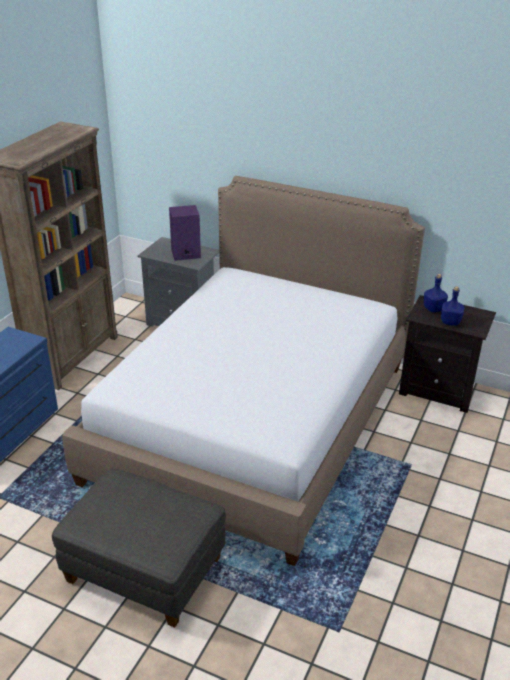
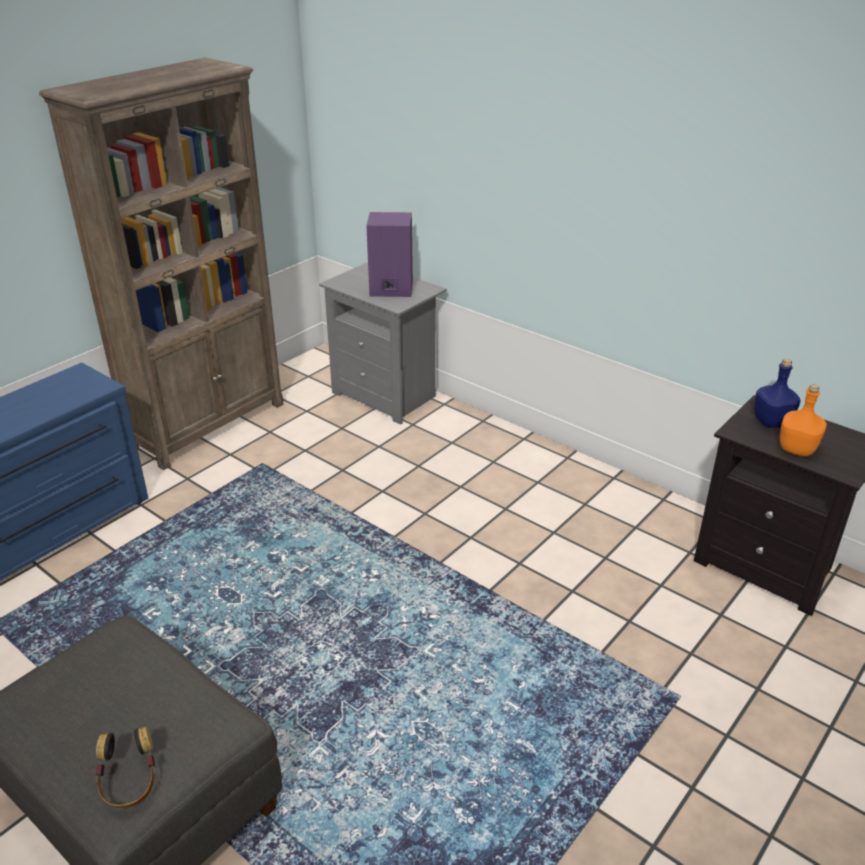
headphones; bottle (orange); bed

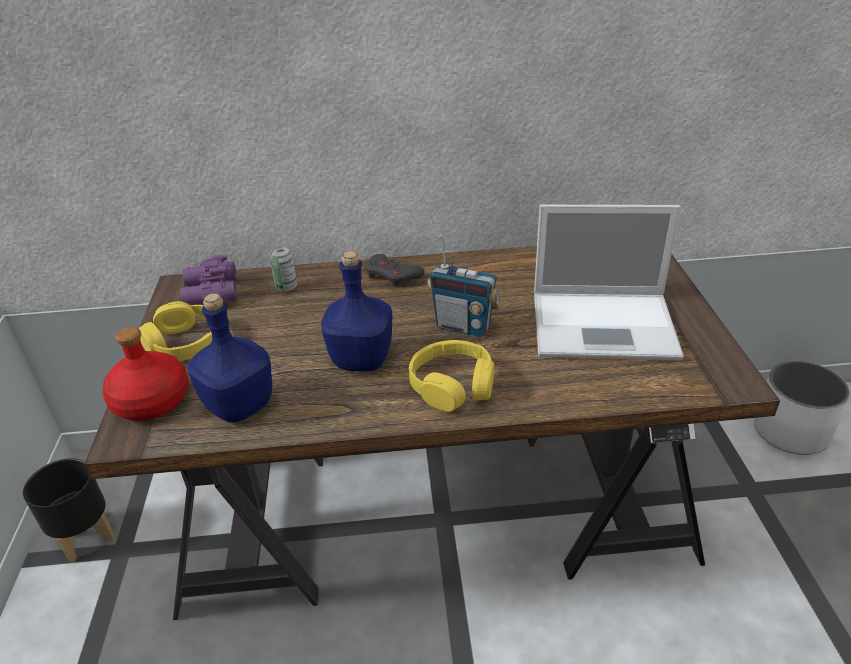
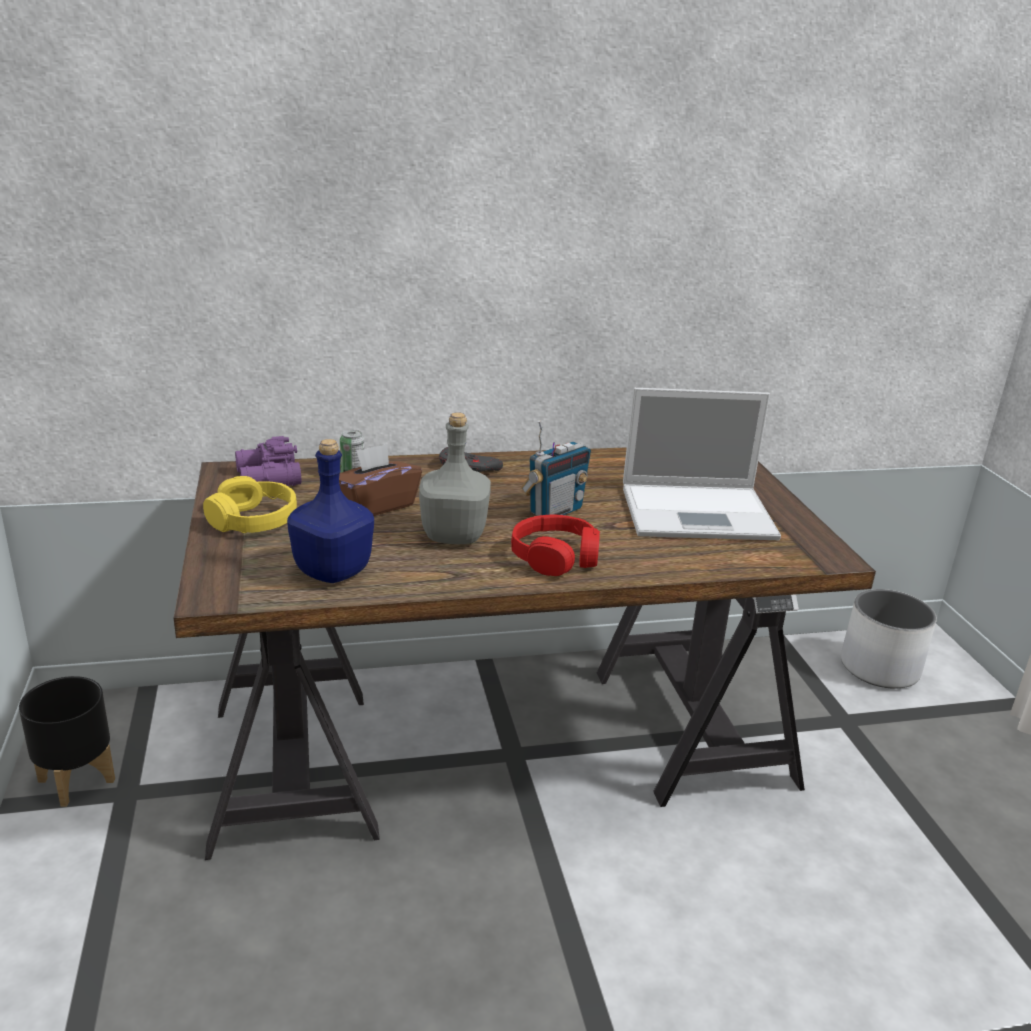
tissue box (brown); bottle (grey); headphones (red); radio; bottle (red)

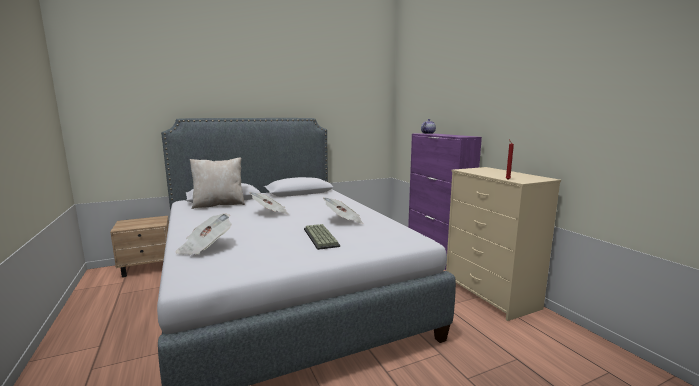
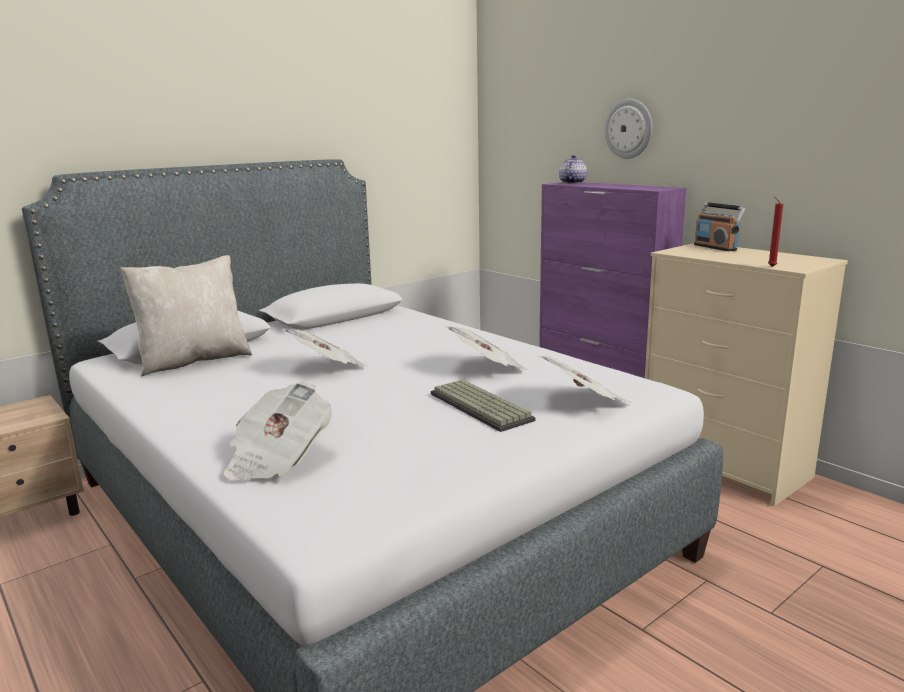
newspaper (4th from left); wall clock; radio

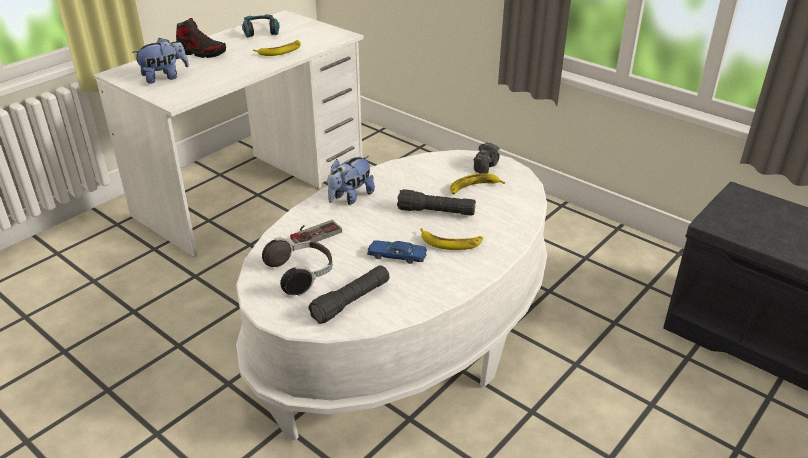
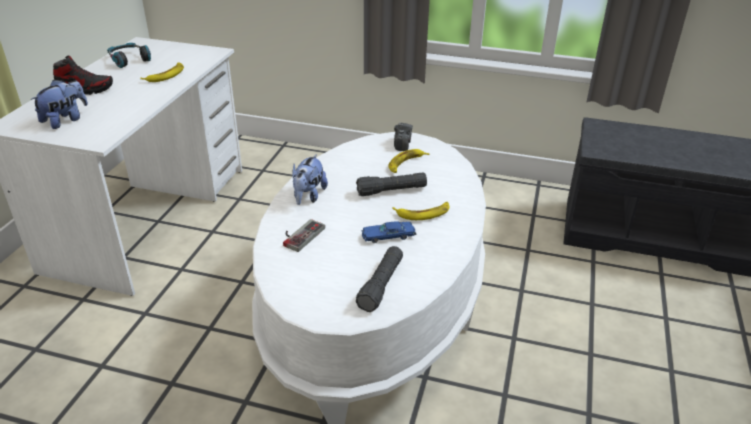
headphones (2nd from left in the first image)

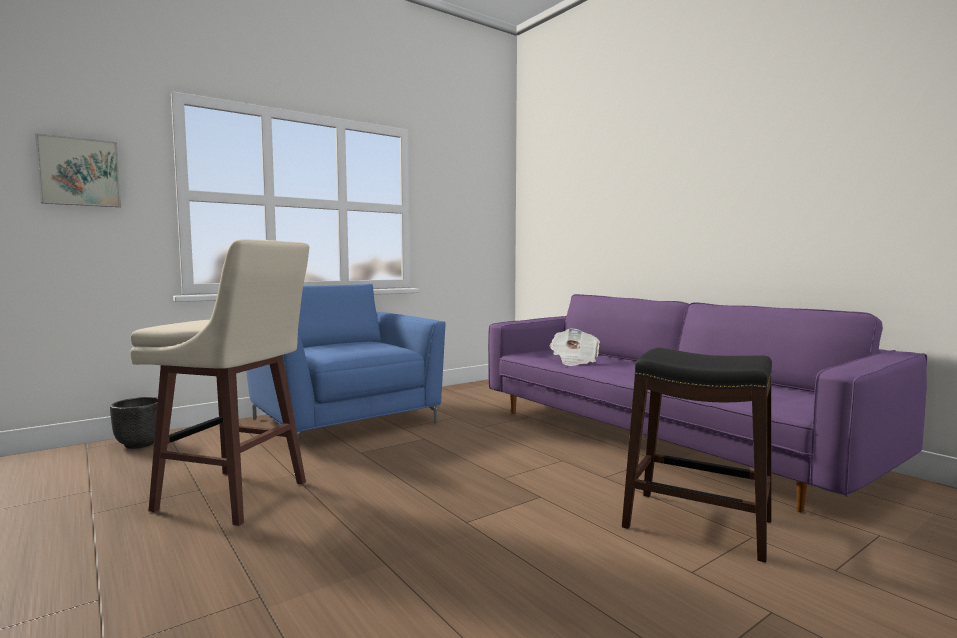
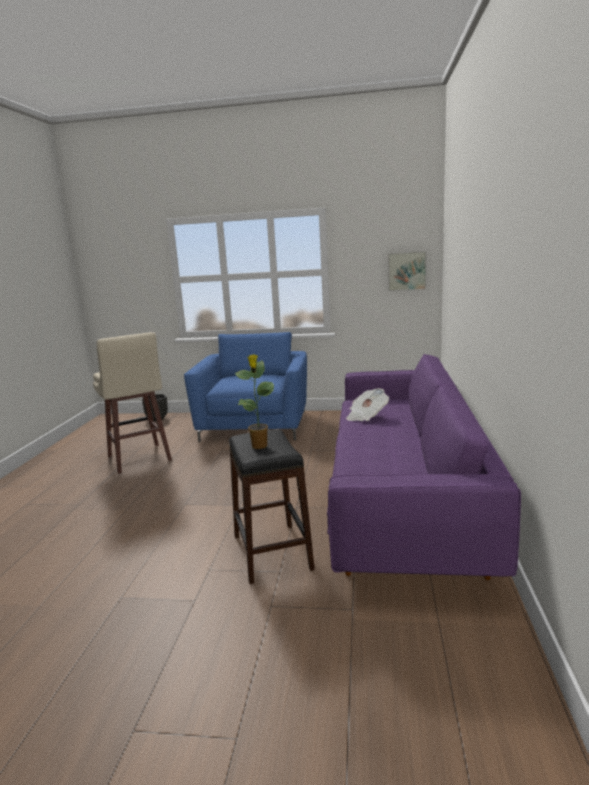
potted plant; picture

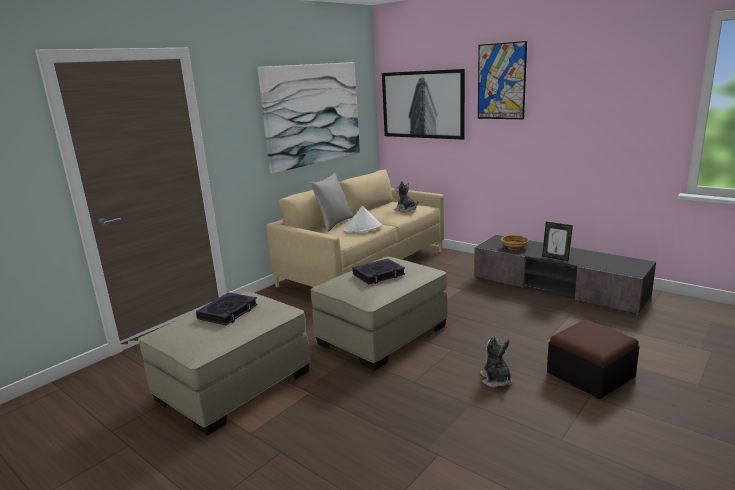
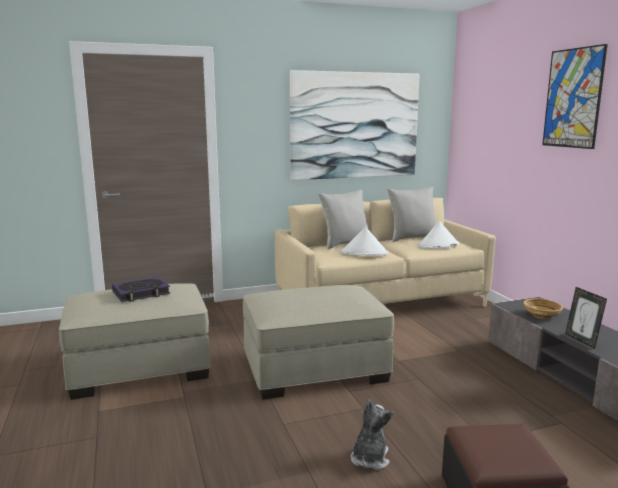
pillow (grey) (2nd from left); hat (white) (2nd from left); book (2nd from left in the first image); picture (2nd from left in the first image)

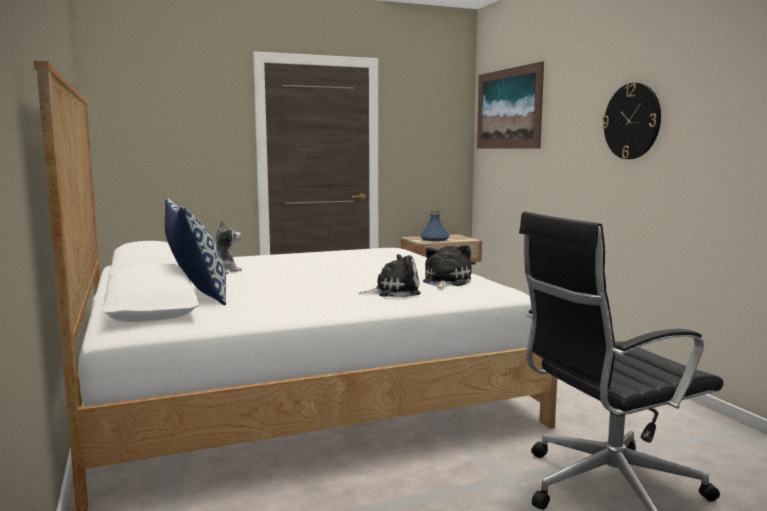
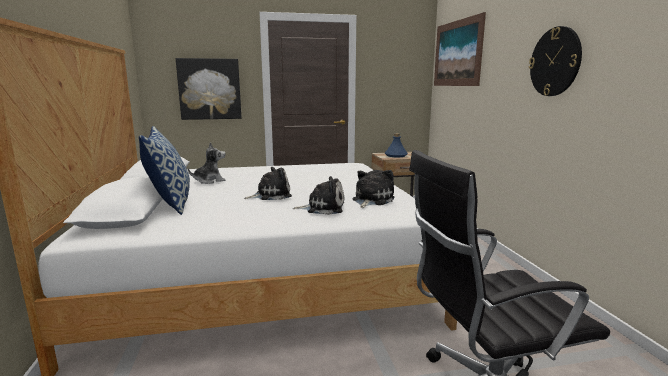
picture (1st from left); plush toy (2nd from left)

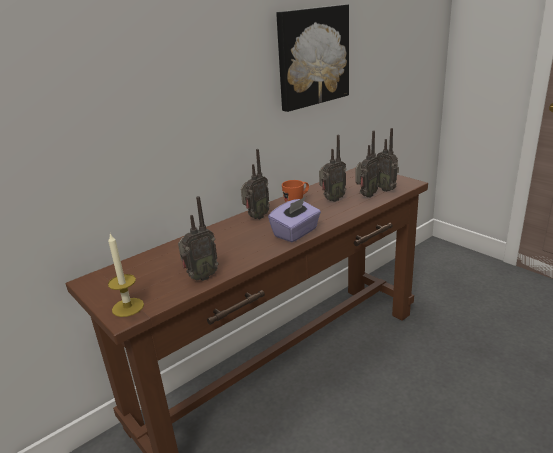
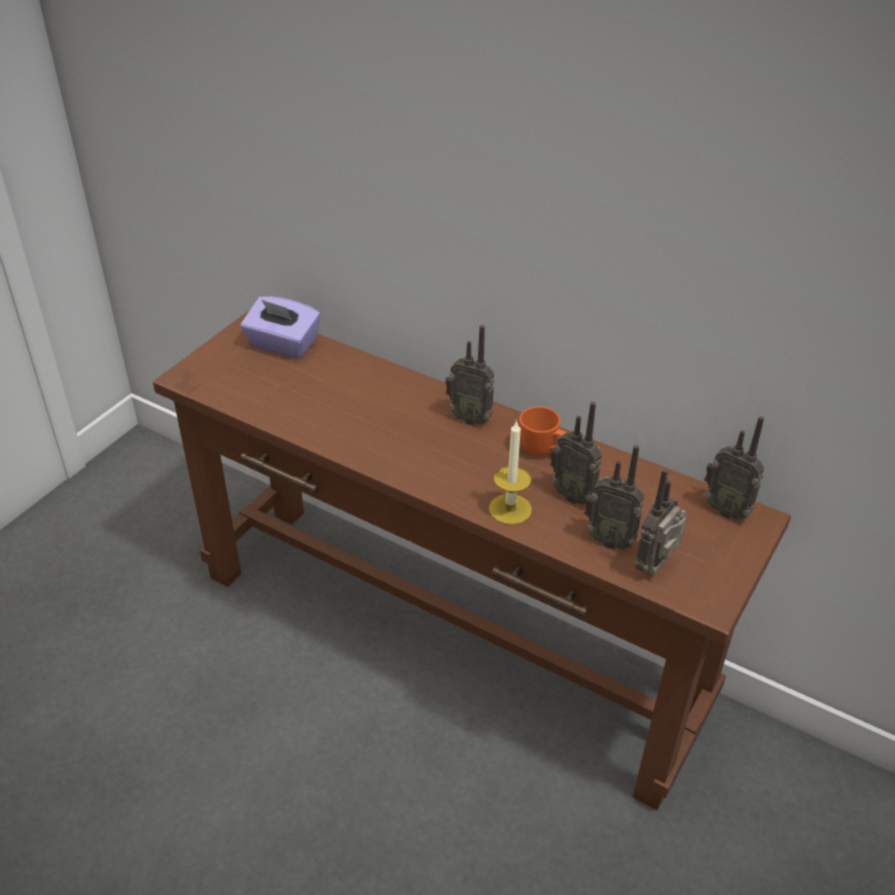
tissue box (purple); candle; radio (5th from left); picture

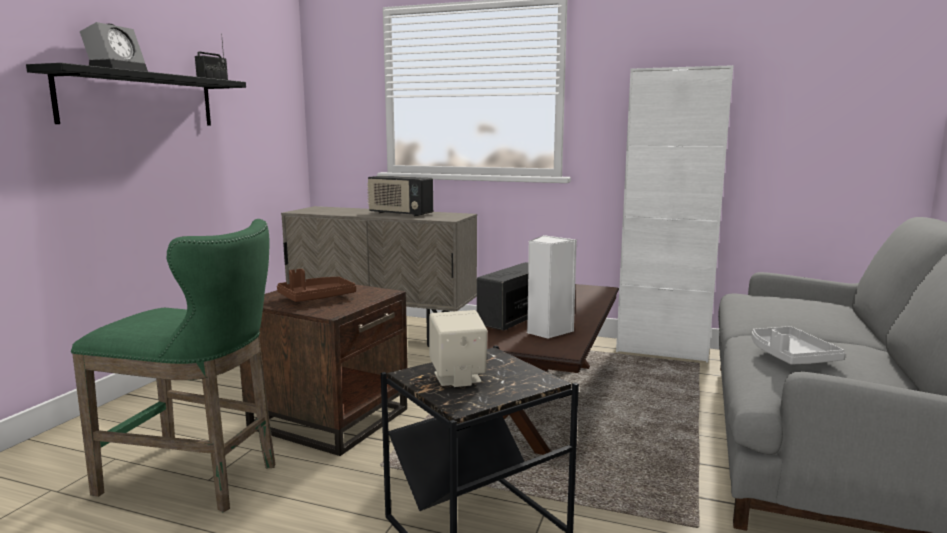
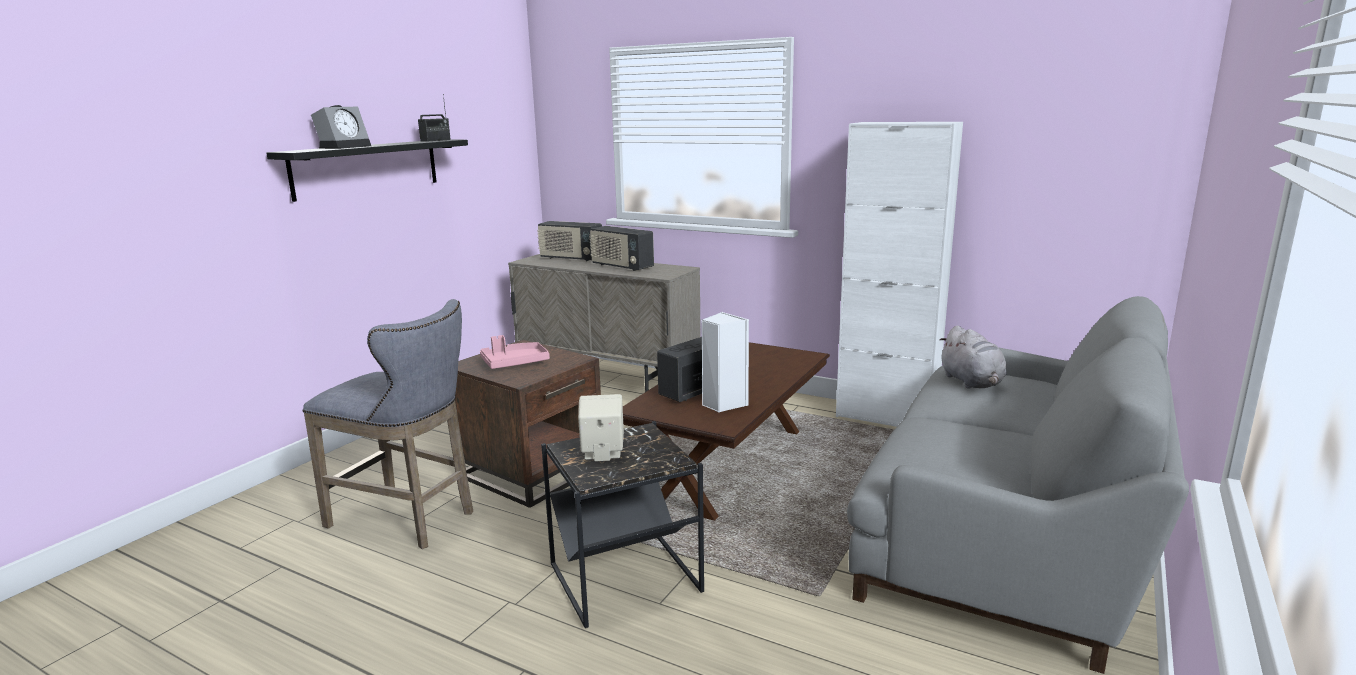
stool (grey); tray (pink); radio (2nd from left); plush toy (grey); tray (grey)

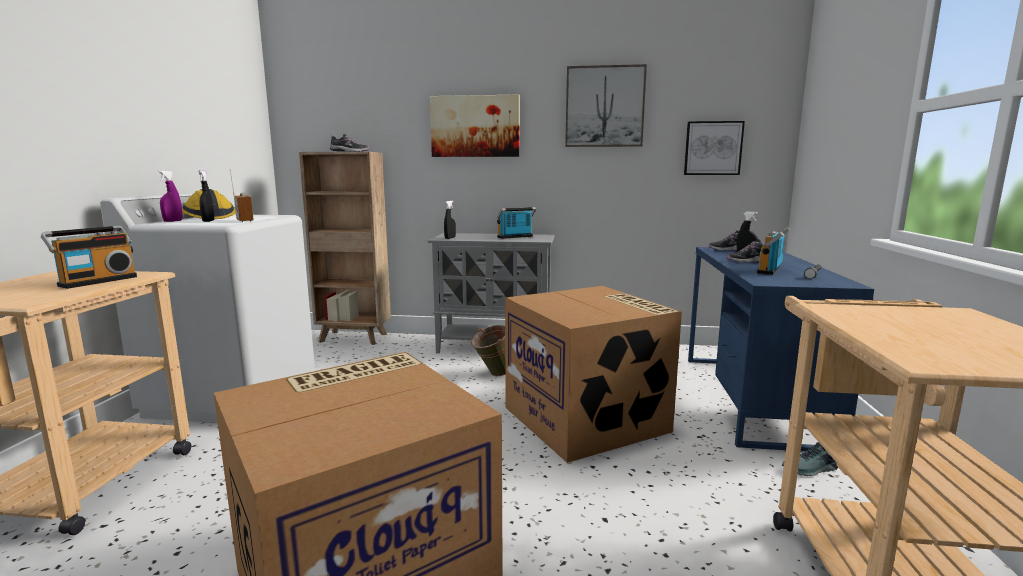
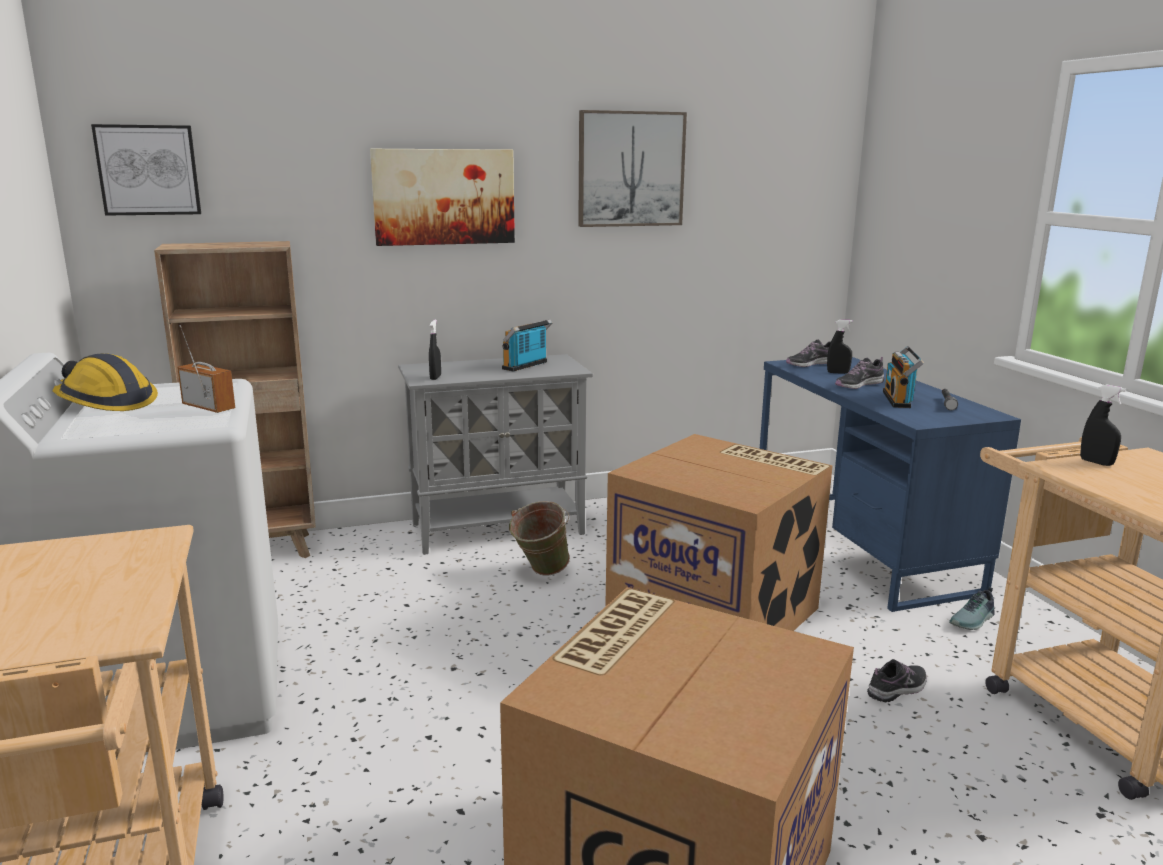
picture (1st from left); shoe (3rd from left); spray bottle (black) (3rd from left); radio (1st from left in the first image); spray bottle (purple)

